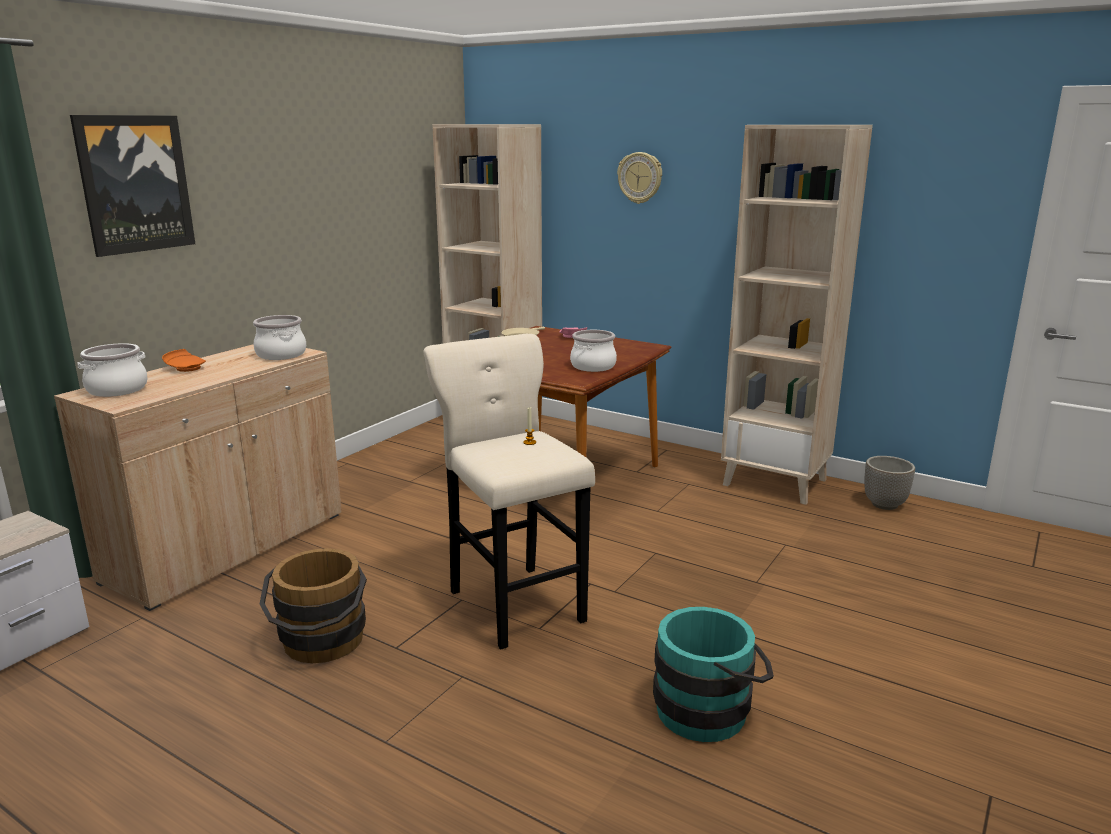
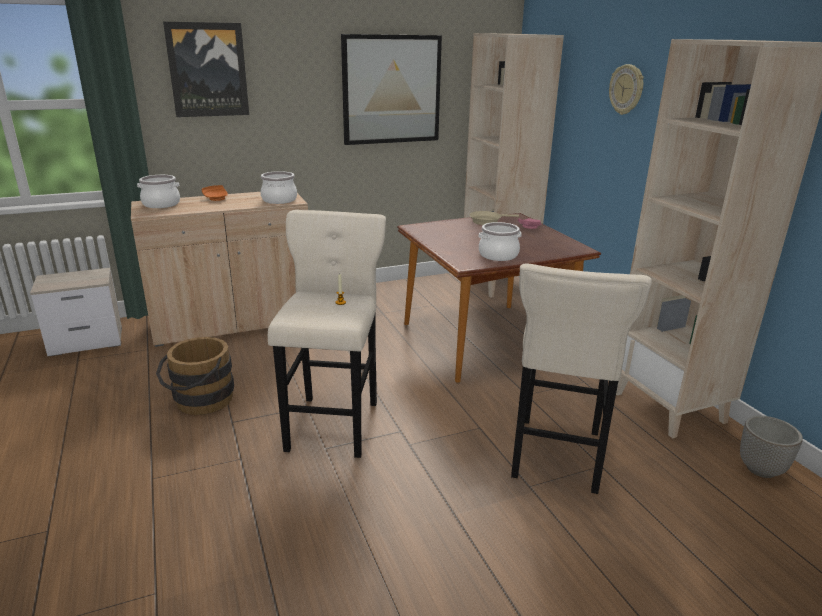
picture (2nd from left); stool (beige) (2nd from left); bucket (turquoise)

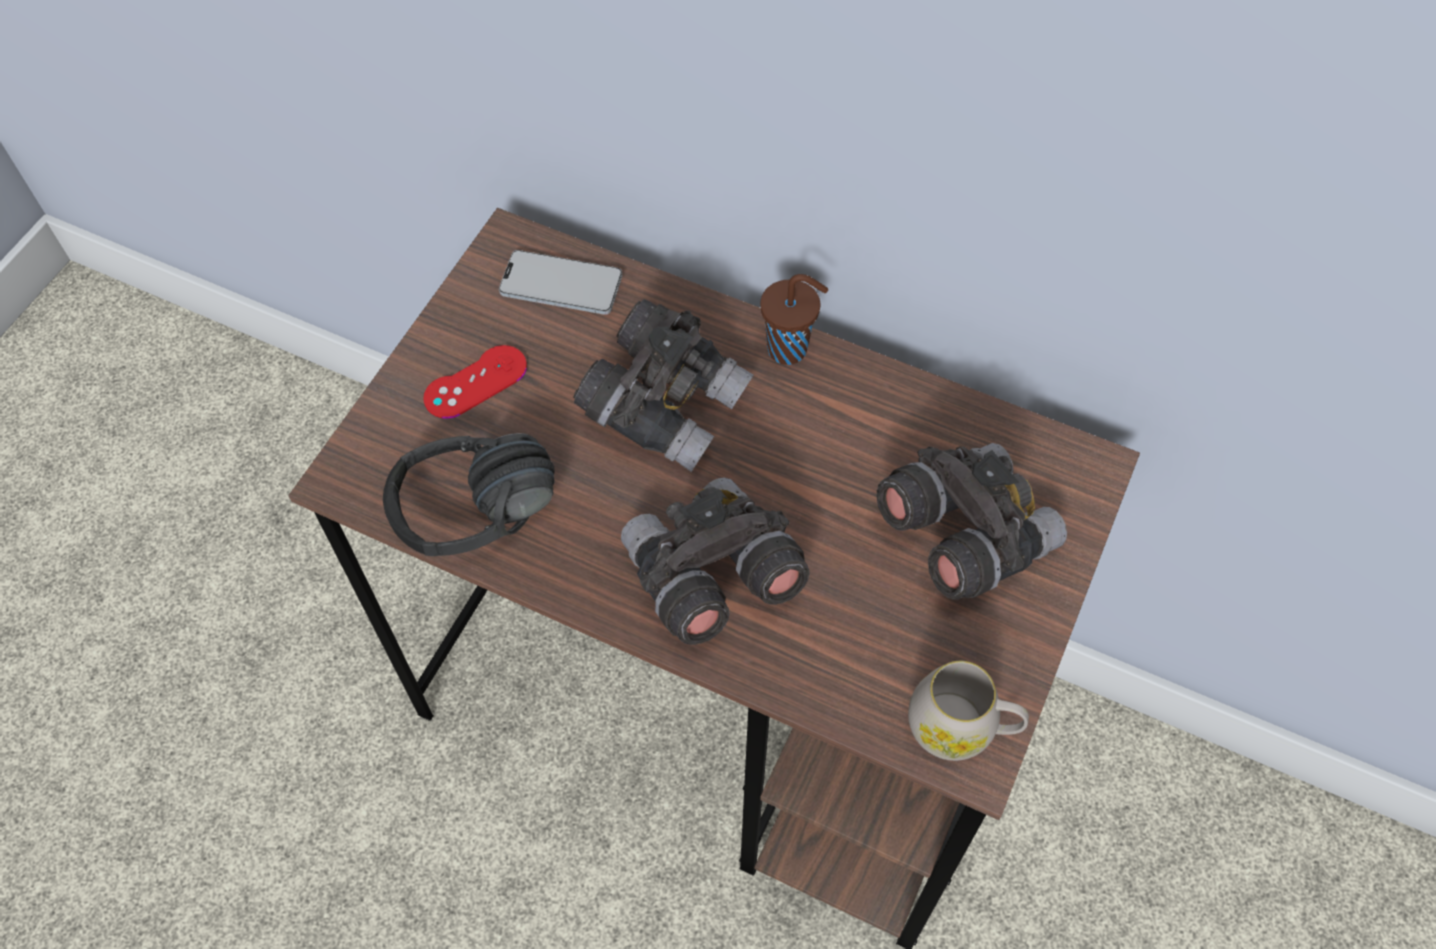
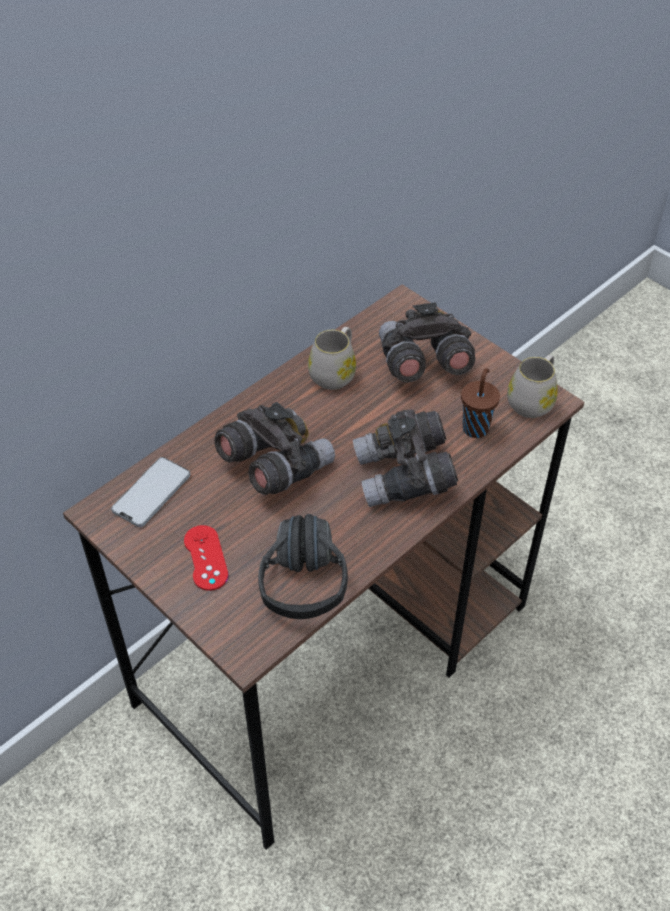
mug (white) (1st from left); cup (brown)

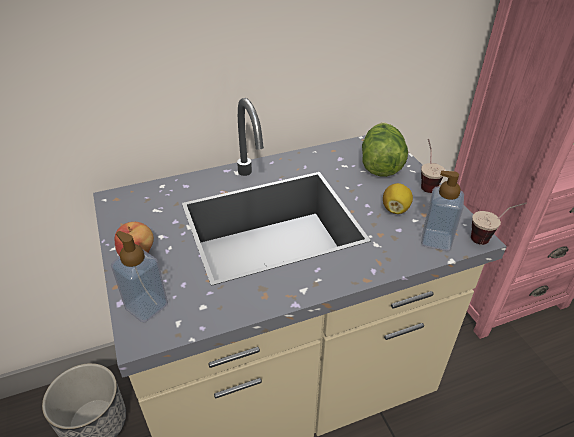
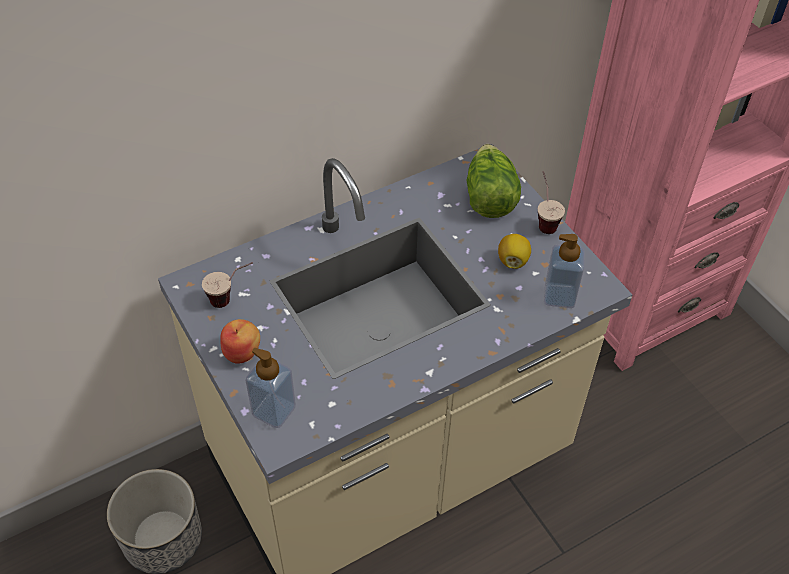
cup (1st from left)

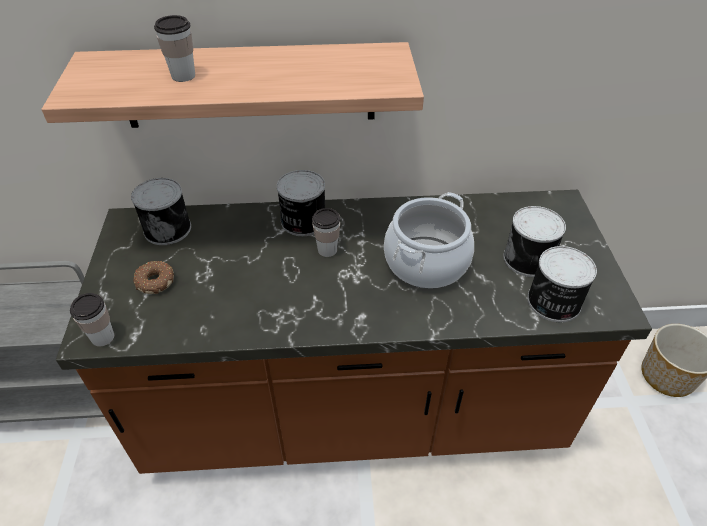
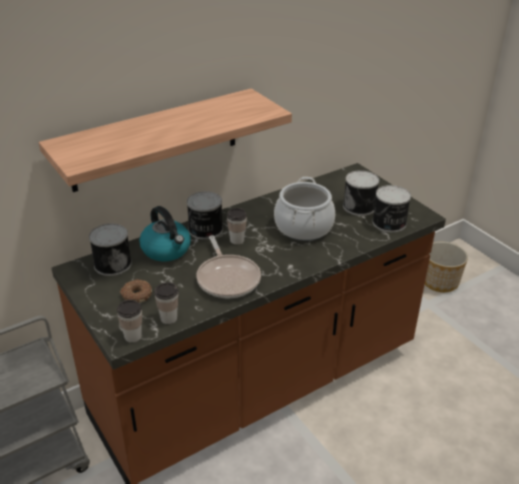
kettle; cup (2nd from left); frying pan

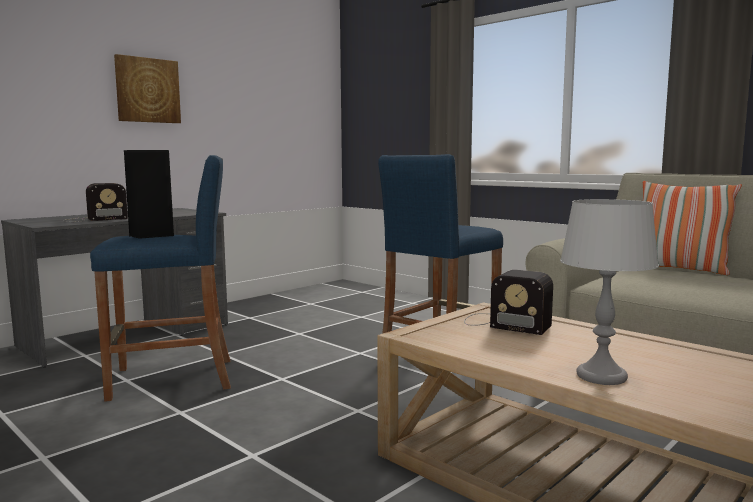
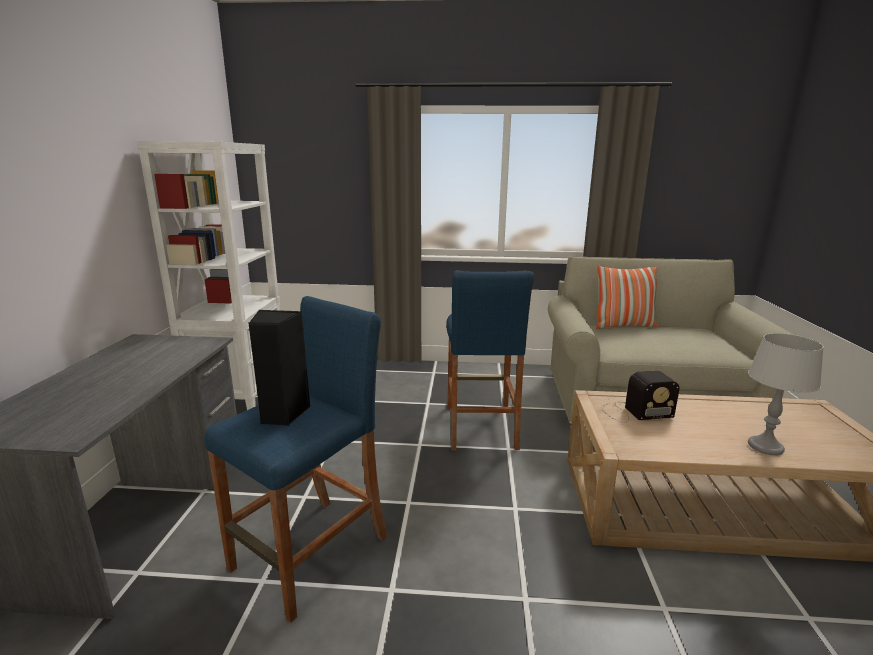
bookcase (white); radio (1st from left in the first image); picture

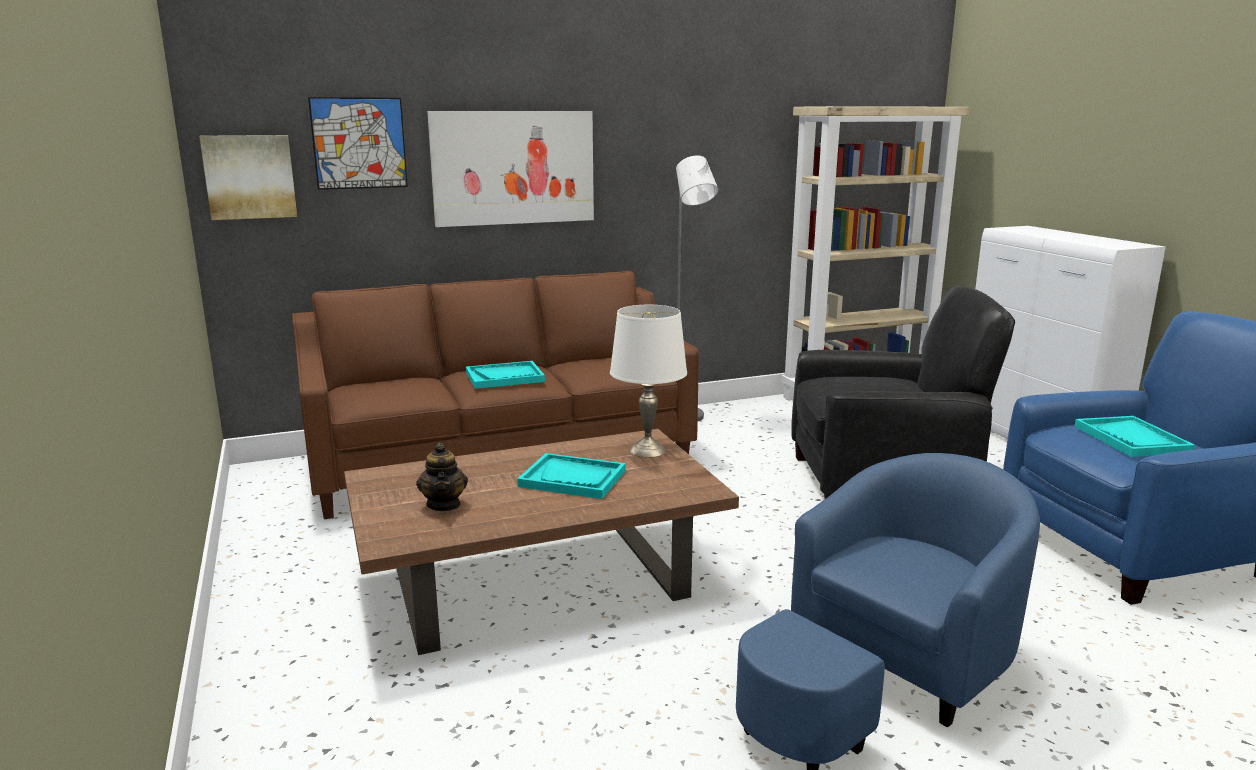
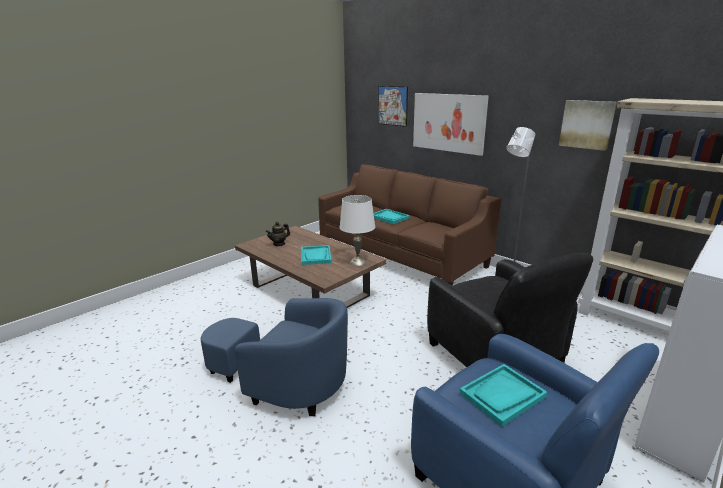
picture (3rd from left)

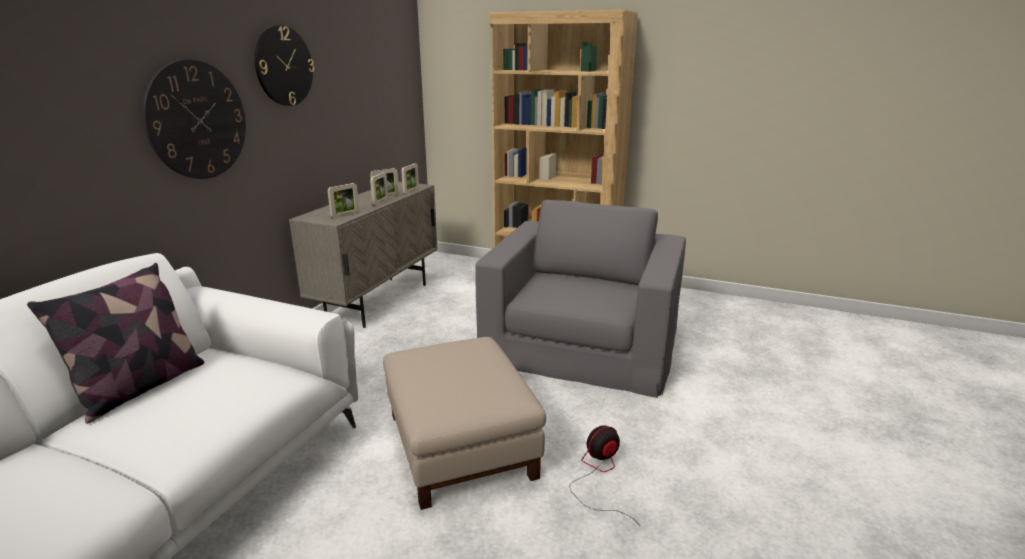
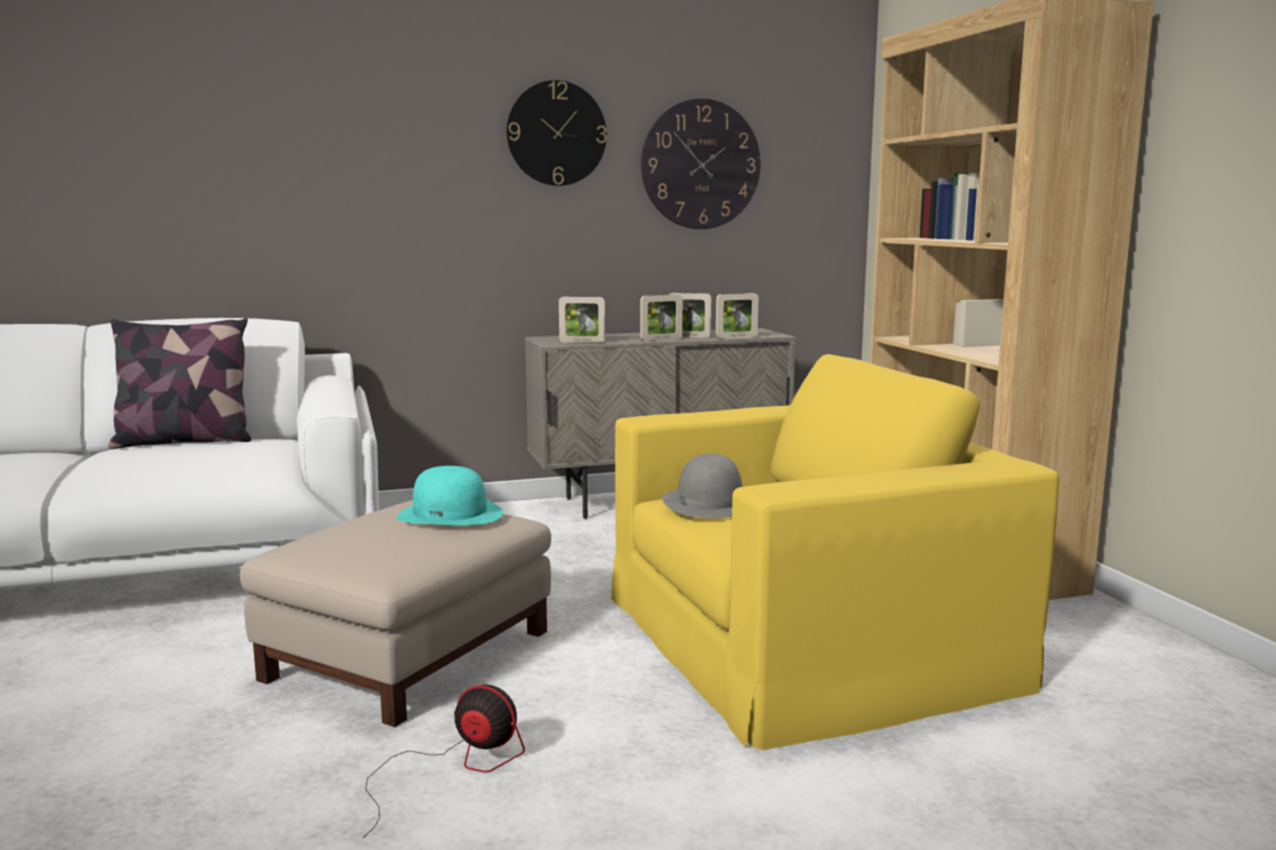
hat (turquoise); armchair (yellow); wall clock (2nd from left); hat (grey)

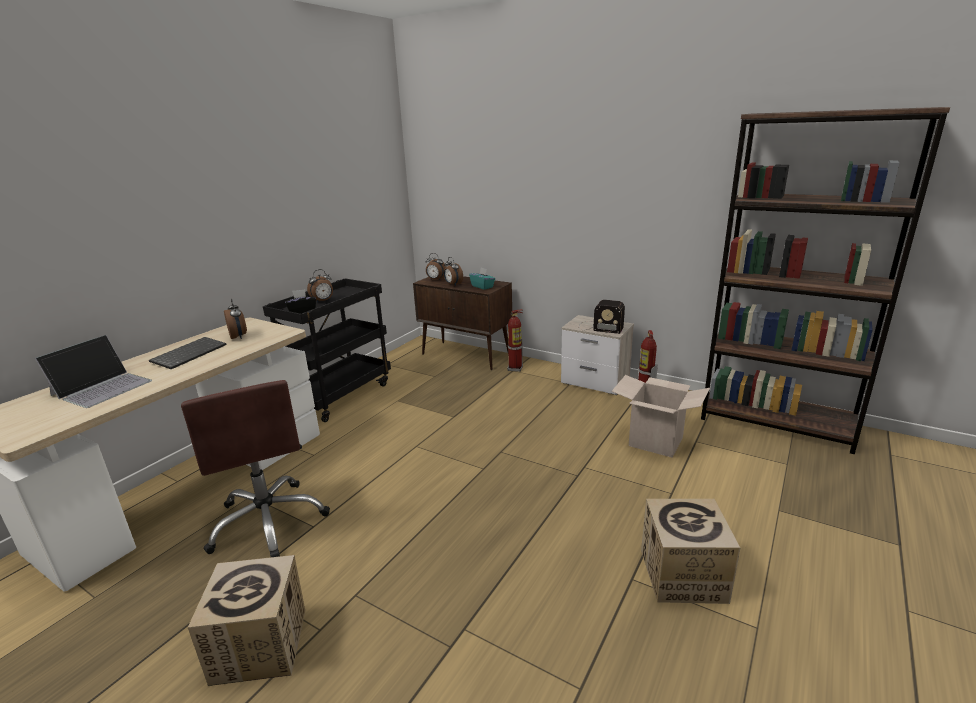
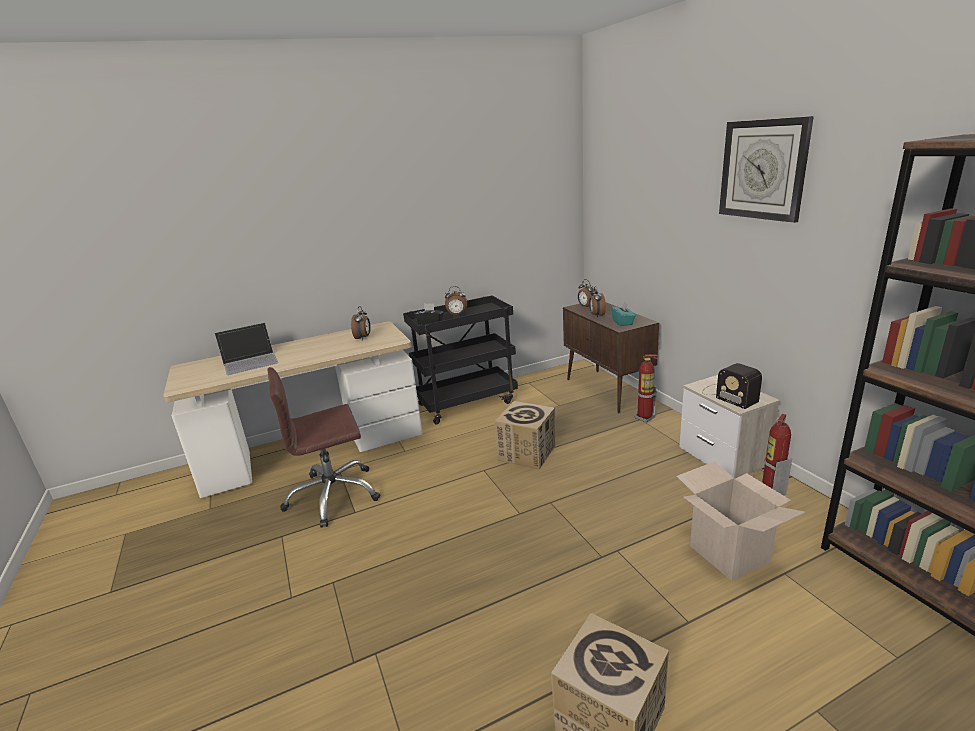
office chair (brown); cardboard box (1st from left); wall clock; keyboard

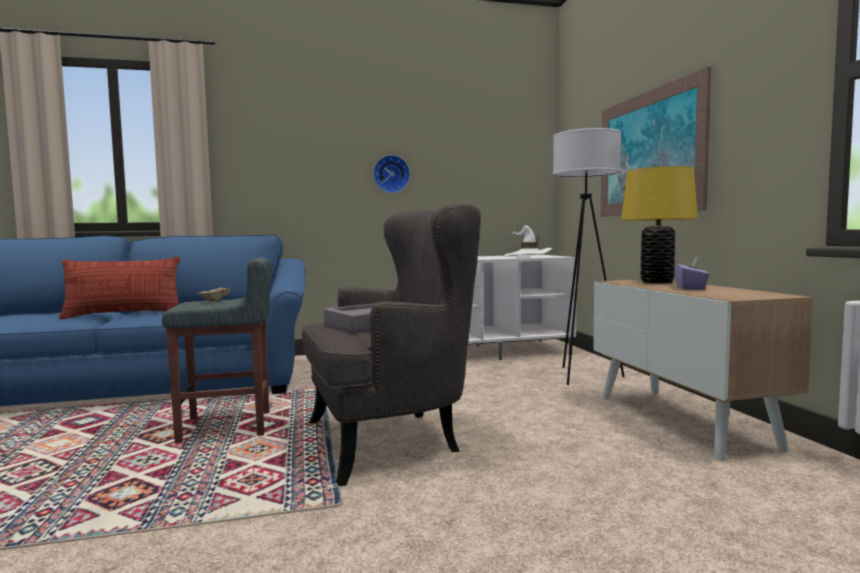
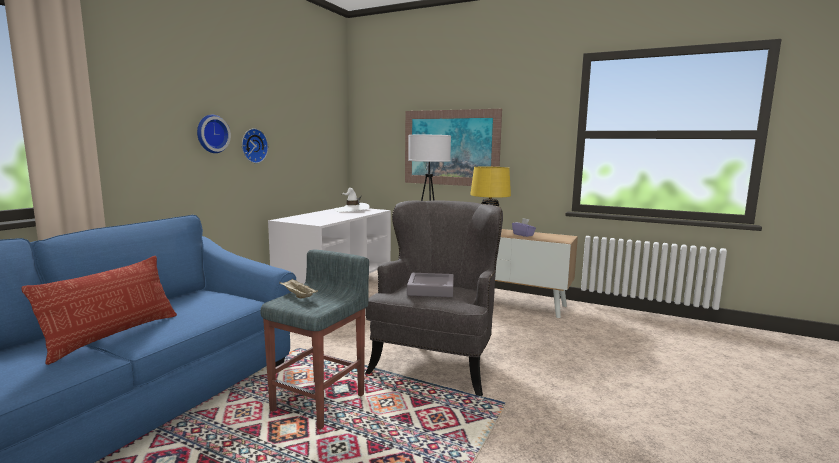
wall clock (1st from left)

